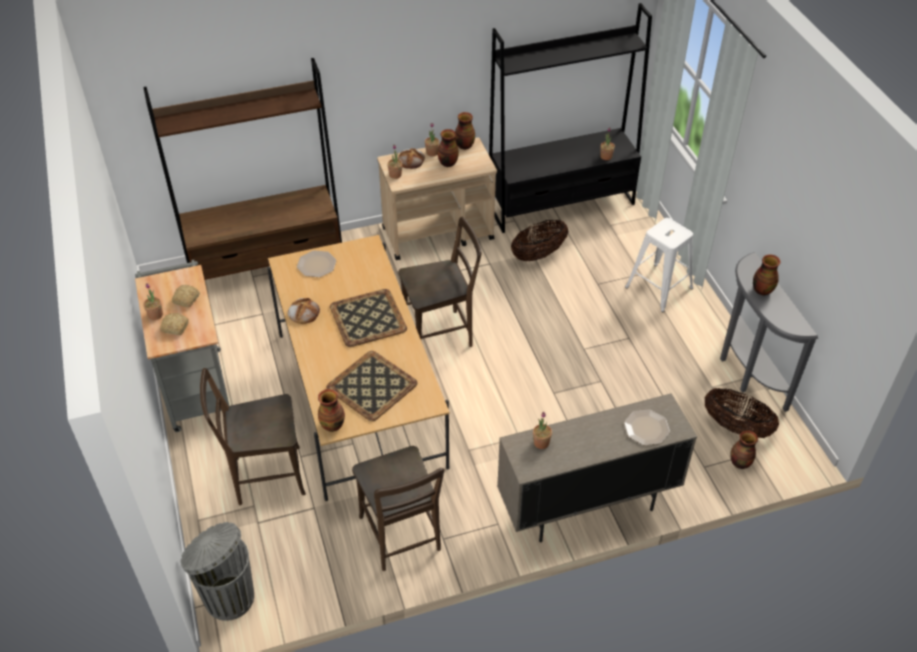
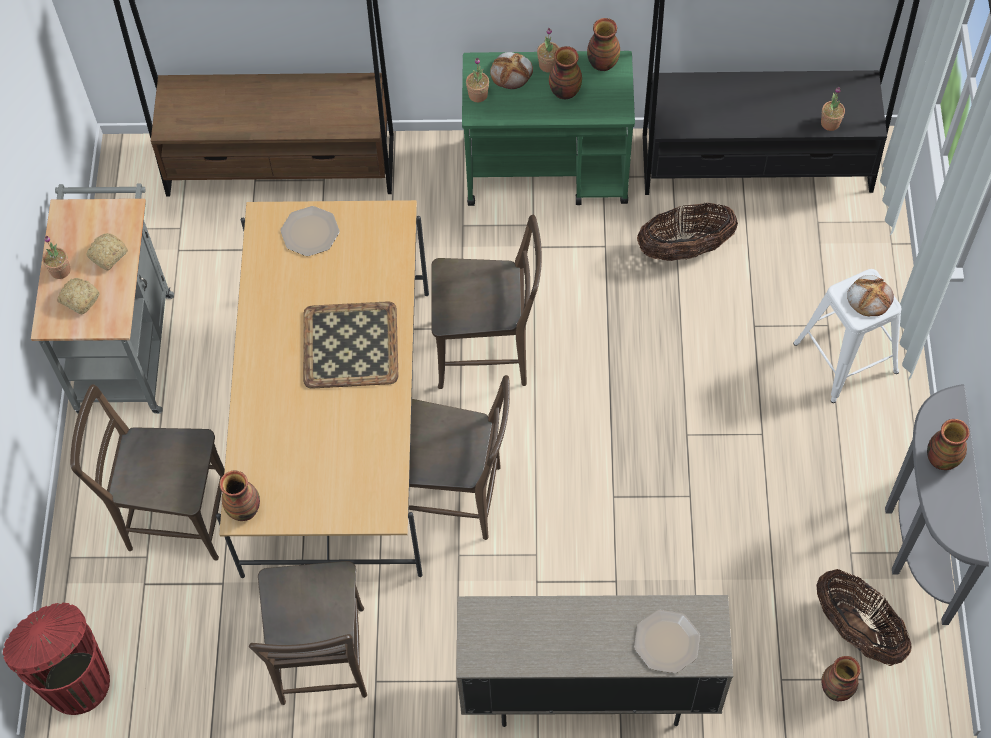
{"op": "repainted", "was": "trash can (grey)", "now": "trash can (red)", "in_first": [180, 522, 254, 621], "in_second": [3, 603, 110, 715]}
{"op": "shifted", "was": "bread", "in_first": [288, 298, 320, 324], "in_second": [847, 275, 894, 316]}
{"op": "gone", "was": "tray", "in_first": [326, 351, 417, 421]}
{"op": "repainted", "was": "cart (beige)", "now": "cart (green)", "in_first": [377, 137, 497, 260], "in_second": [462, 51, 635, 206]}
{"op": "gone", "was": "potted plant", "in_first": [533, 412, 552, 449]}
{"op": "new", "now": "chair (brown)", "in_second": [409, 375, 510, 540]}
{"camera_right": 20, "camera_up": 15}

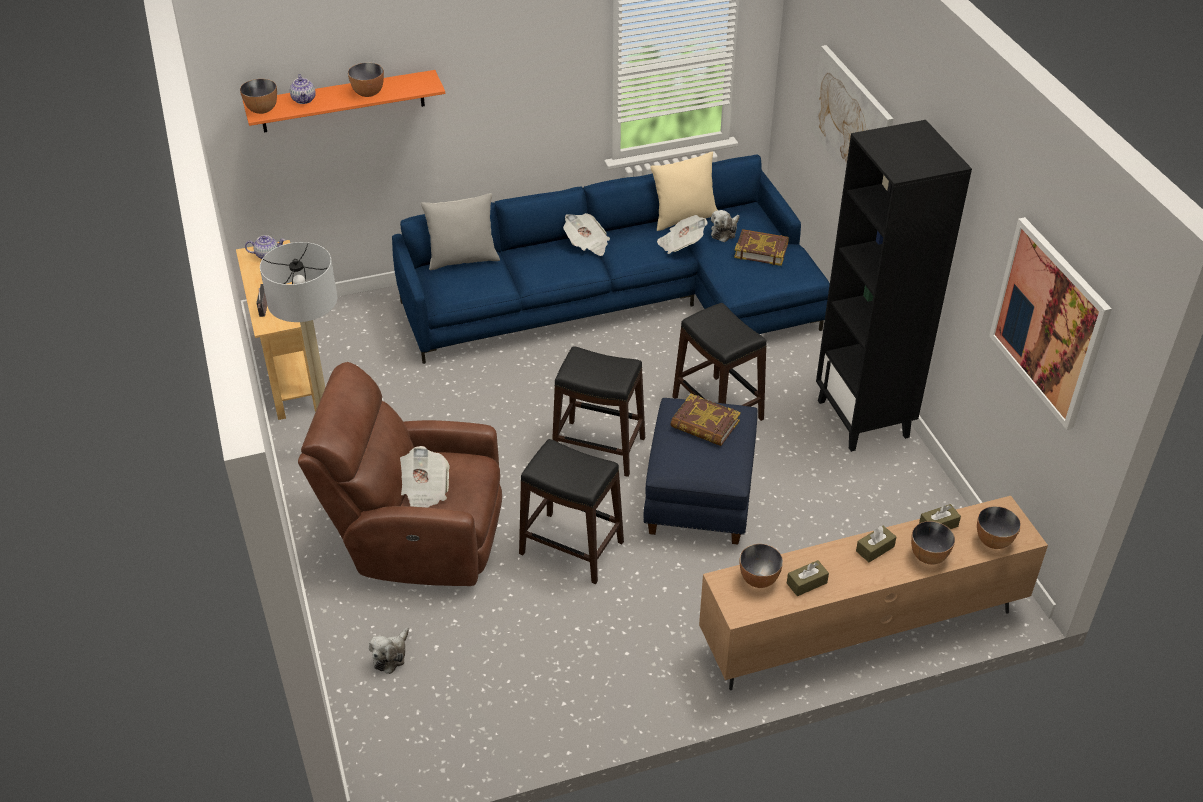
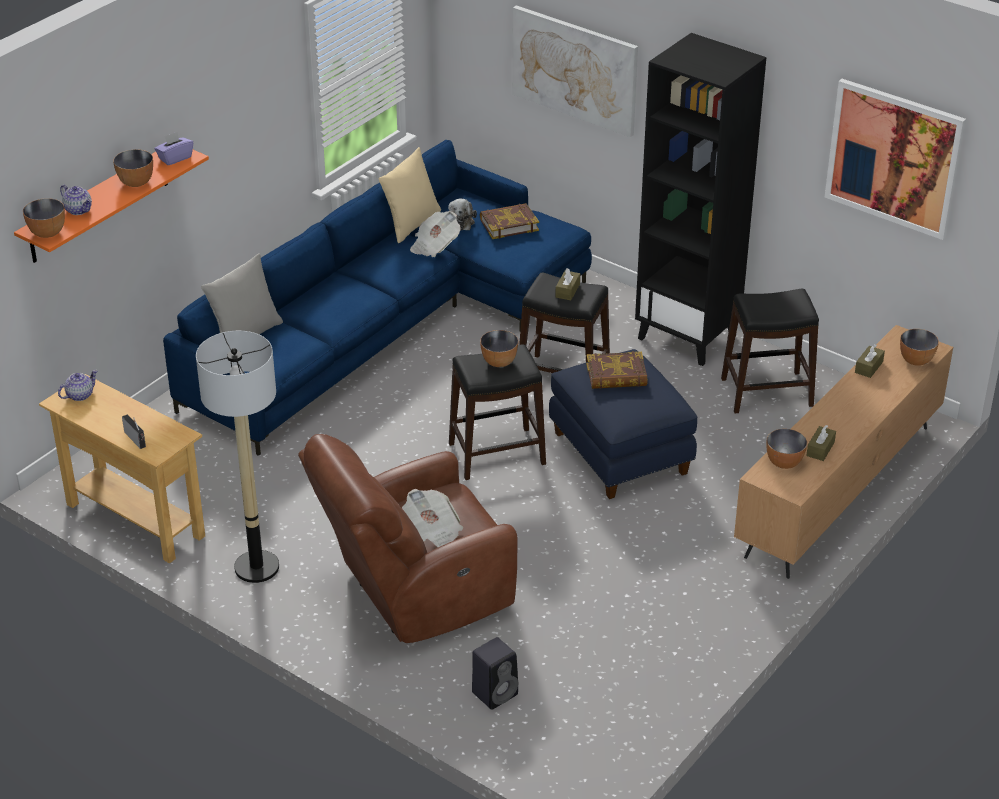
{"op": "swapped", "was": "plush toy", "now": "speaker (black)", "in_first": [369, 627, 409, 674], "in_second": [472, 637, 518, 710]}
{"op": "shifted", "was": "stool (black)", "in_first": [519, 439, 624, 584], "in_second": [721, 289, 819, 413]}
{"op": "gone", "was": "newspaper", "in_first": [563, 213, 610, 256]}
{"op": "shifted", "was": "tissue box (brown)", "in_first": [856, 526, 896, 562], "in_second": [555, 268, 580, 300]}
{"op": "shifted", "was": "bowl", "in_first": [911, 521, 955, 565], "in_second": [480, 330, 518, 367]}
{"op": "new", "now": "tissue box (purple)", "in_second": [155, 132, 193, 165]}
{"camera_right": -35, "camera_up": -5}

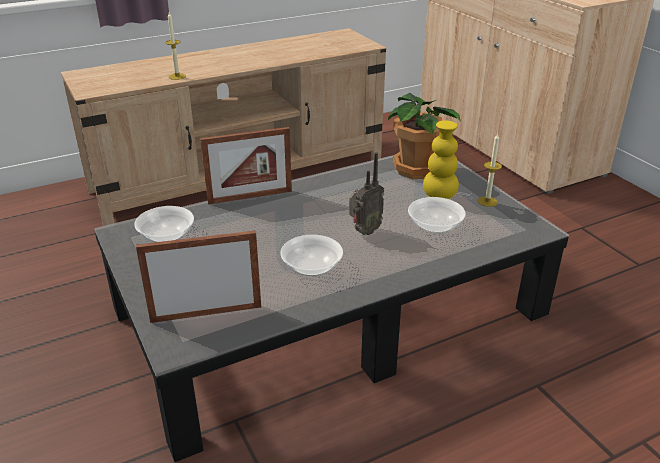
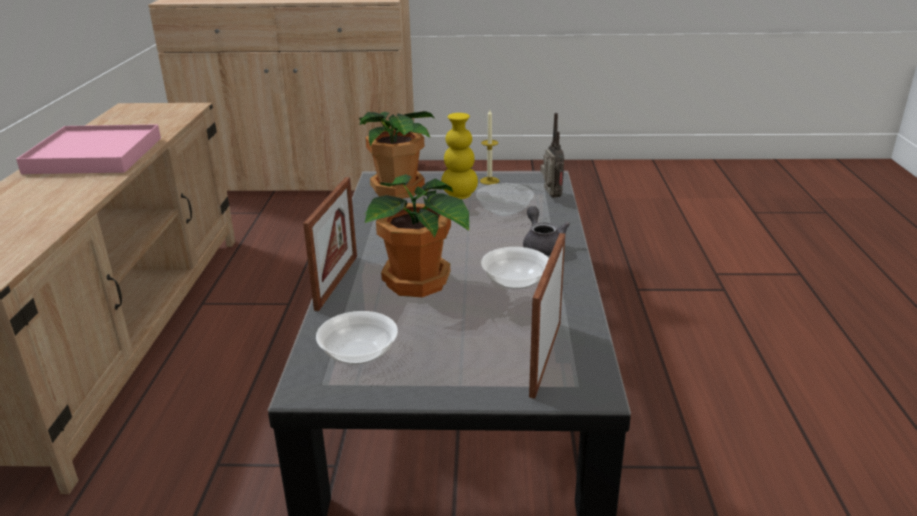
{"op": "gone", "was": "candle", "in_first": [165, 12, 186, 80]}
{"op": "shifted", "was": "radio", "in_first": [349, 152, 384, 235], "in_second": [540, 113, 564, 198]}
{"op": "new", "now": "tray (pink)", "in_second": [16, 124, 161, 174]}
{"op": "new", "now": "potted plant", "in_second": [365, 174, 469, 297]}
{"op": "new", "now": "teapot (grey)", "in_second": [523, 206, 570, 256]}
{"camera_right": -60, "camera_up": -5}

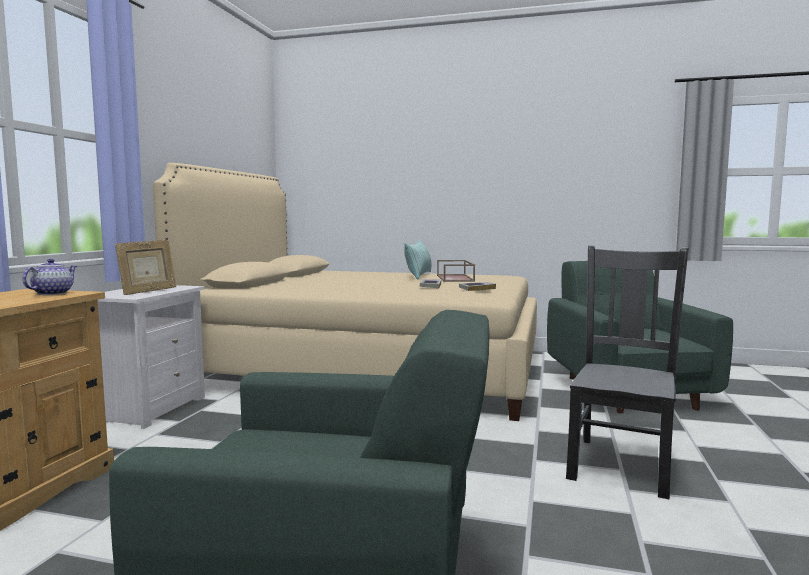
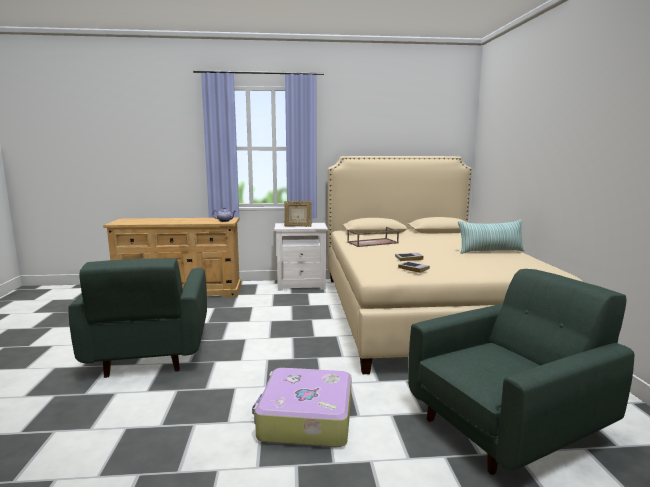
{"op": "shifted", "was": "tray (brown)", "in_first": [437, 260, 475, 282], "in_second": [347, 227, 399, 247]}
{"op": "swapped", "was": "chair (black)", "now": "suitcase", "in_first": [566, 245, 689, 499], "in_second": [252, 368, 351, 447]}
{"camera_right": 70, "camera_up": 5}

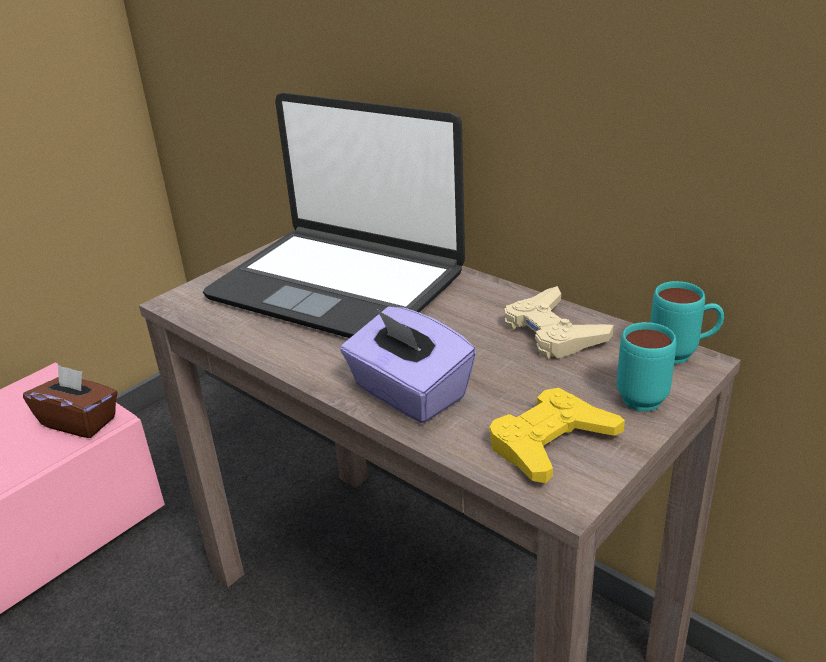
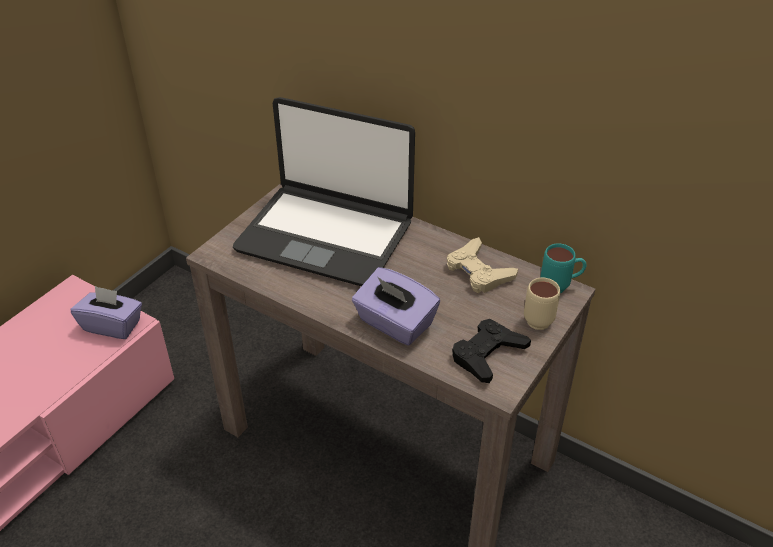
{"op": "repainted", "was": "tissue box (brown)", "now": "tissue box (purple)", "in_first": [23, 364, 118, 438], "in_second": [71, 286, 142, 339]}
{"op": "repainted", "was": "game controller (yellow)", "now": "game controller (black)", "in_first": [489, 388, 625, 483], "in_second": [452, 319, 531, 383]}
{"op": "repainted", "was": "mug (turquoise)", "now": "mug (beige)", "in_first": [617, 322, 677, 411], "in_second": [524, 277, 560, 330]}
{"camera_right": -10, "camera_up": 10}

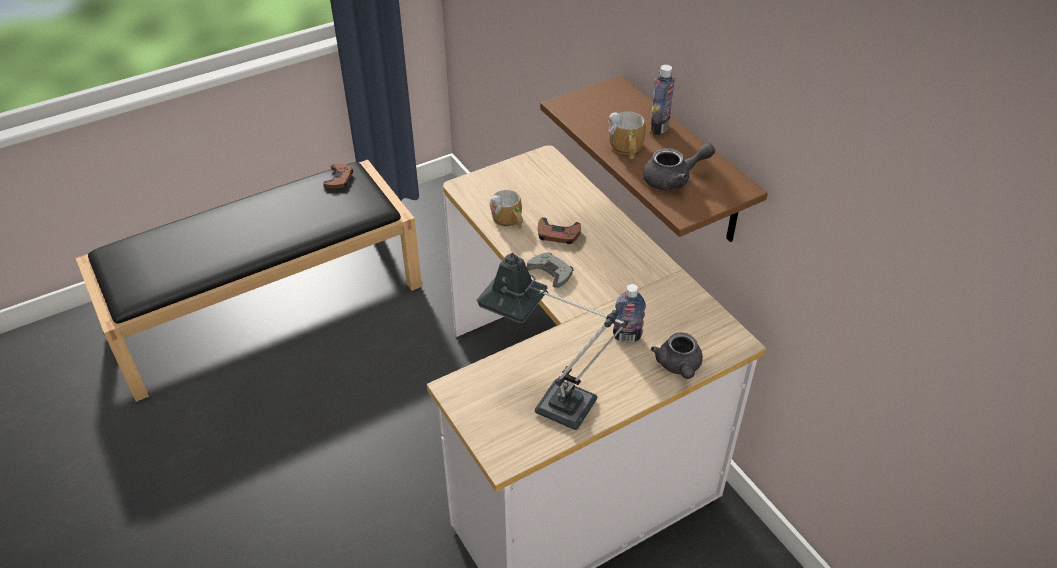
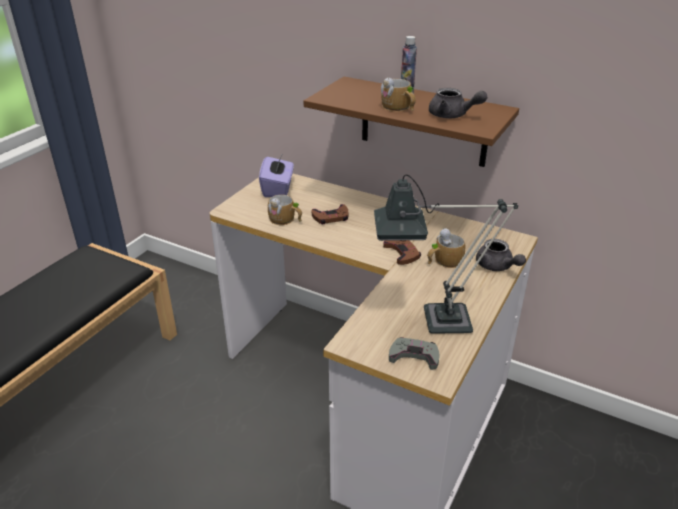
{"op": "shifted", "was": "game controller (brown)", "in_first": [323, 164, 353, 189], "in_second": [383, 240, 421, 265]}
{"op": "shifted", "was": "game controller (grey)", "in_first": [527, 252, 573, 288], "in_second": [389, 337, 440, 370]}
{"op": "swapped", "was": "bottle", "now": "mug", "in_first": [613, 284, 646, 343], "in_second": [427, 228, 465, 268]}
{"op": "rotated", "was": "teapot (grey)", "in_first": [643, 143, 715, 191], "in_second": [429, 88, 487, 118], "clockwise": 75}
{"op": "new", "now": "tissue box (purple)", "in_second": [259, 153, 294, 197]}
{"camera_right": -30, "camera_up": -10}

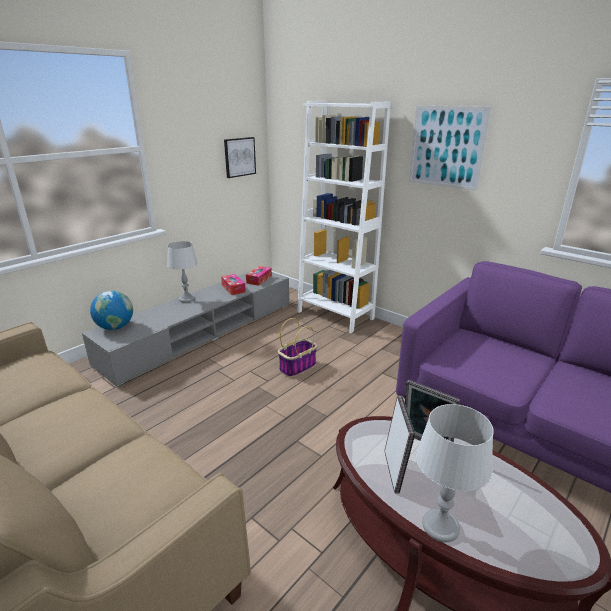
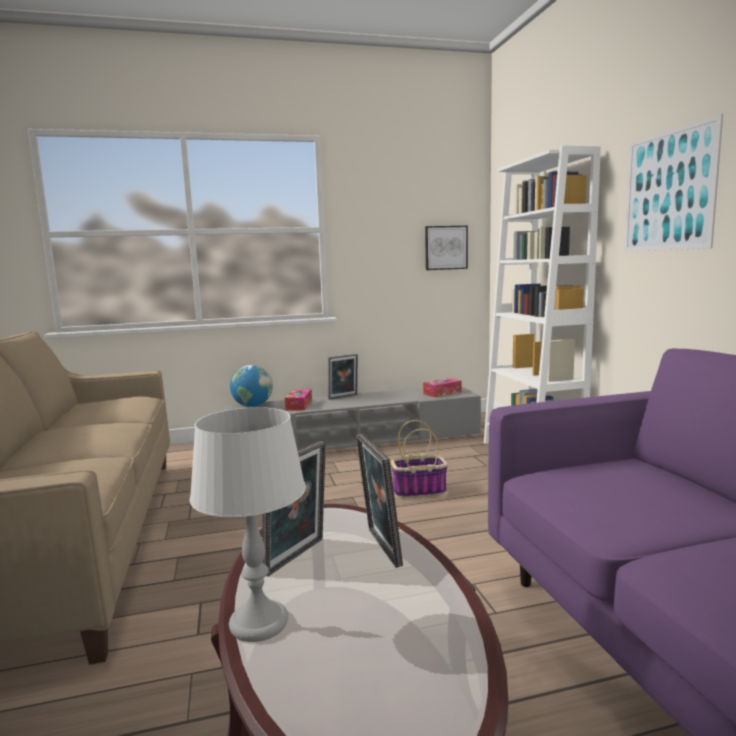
{"op": "swapped", "was": "table lamp (grey)", "now": "picture frame", "in_first": [167, 241, 198, 303], "in_second": [328, 354, 358, 399]}
{"op": "shifted", "was": "tissue box", "in_first": [221, 274, 246, 295], "in_second": [285, 389, 312, 410]}
{"camera_right": 35, "camera_up": -15}

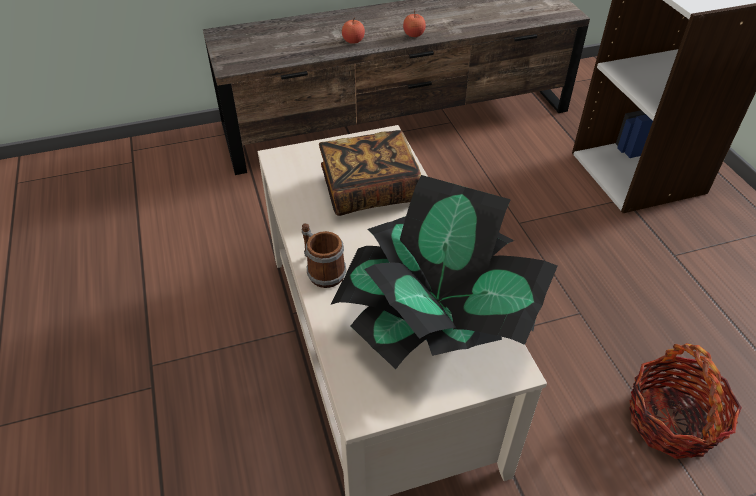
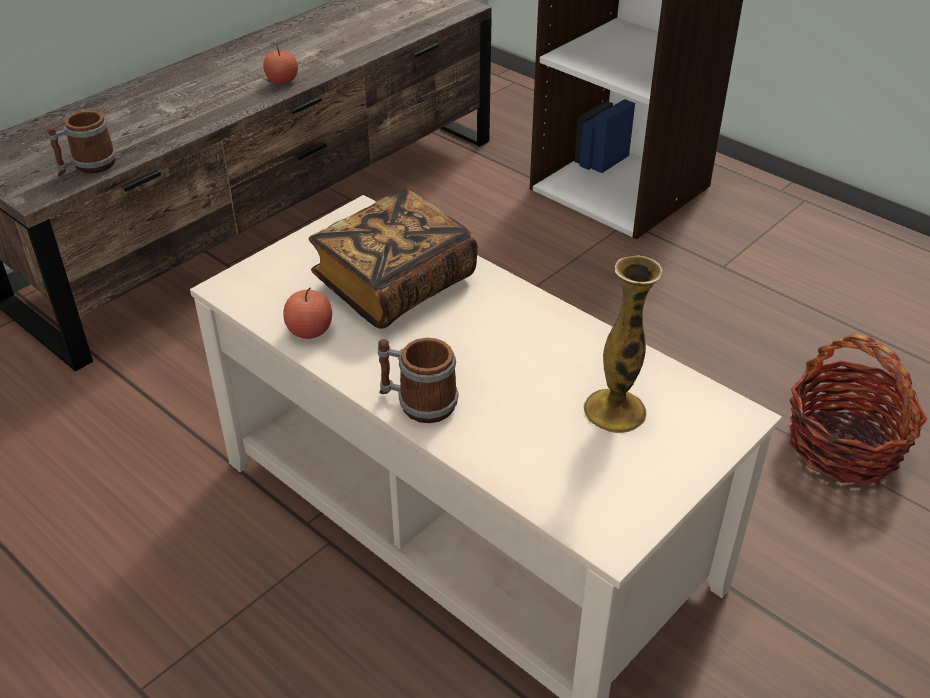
{"op": "swapped", "was": "potted plant", "now": "vase", "in_first": [331, 175, 558, 369], "in_second": [583, 255, 663, 433]}
{"op": "shifted", "was": "apple", "in_first": [342, 18, 365, 44], "in_second": [283, 288, 332, 339]}
{"op": "new", "now": "mug", "in_second": [47, 110, 116, 176]}
{"camera_right": -30, "camera_up": -5}

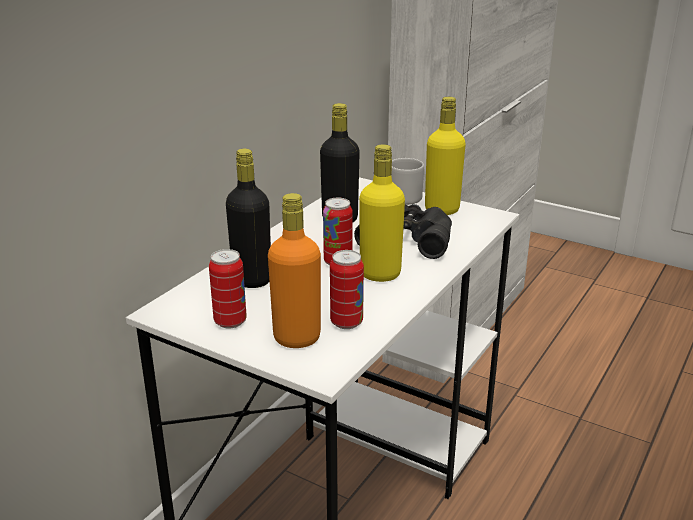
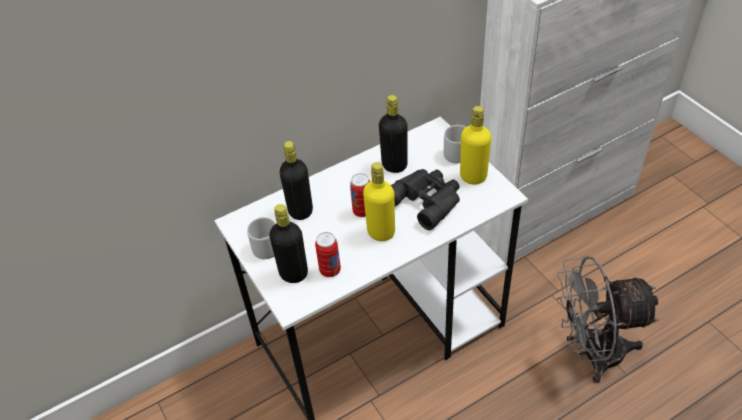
{"op": "swapped", "was": "can", "now": "mug (grey)", "in_first": [209, 249, 247, 329], "in_second": [247, 217, 276, 259]}
{"op": "repainted", "was": "bottle (orange)", "now": "bottle (black)", "in_first": [268, 193, 321, 348], "in_second": [269, 204, 308, 283]}
{"op": "new", "now": "fan (grey)", "in_second": [557, 256, 660, 383]}
{"camera_right": 30, "camera_up": 20}

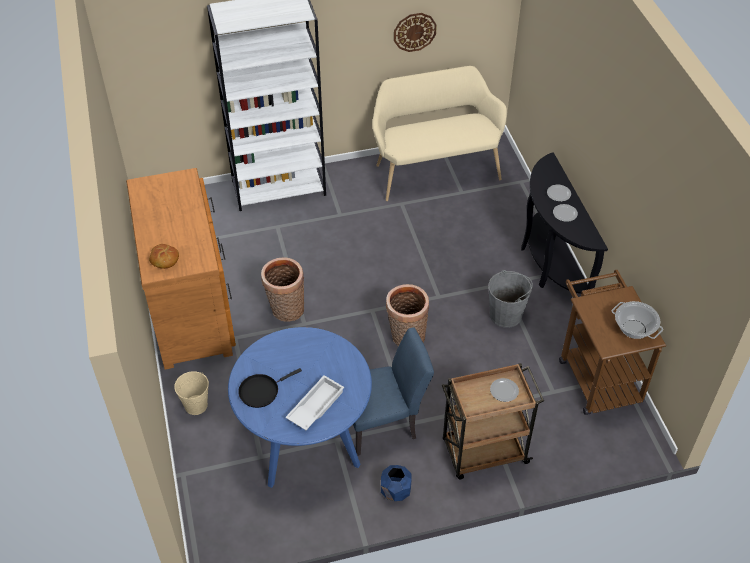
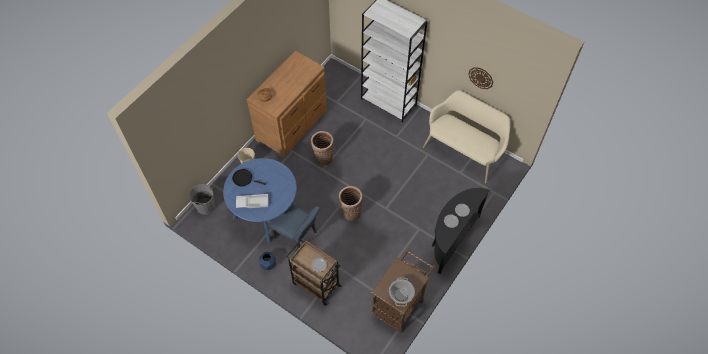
{"op": "shifted", "was": "bucket (grey)", "in_first": [488, 270, 533, 328], "in_second": [189, 184, 215, 215]}
{"camera_right": 50, "camera_up": 10}

